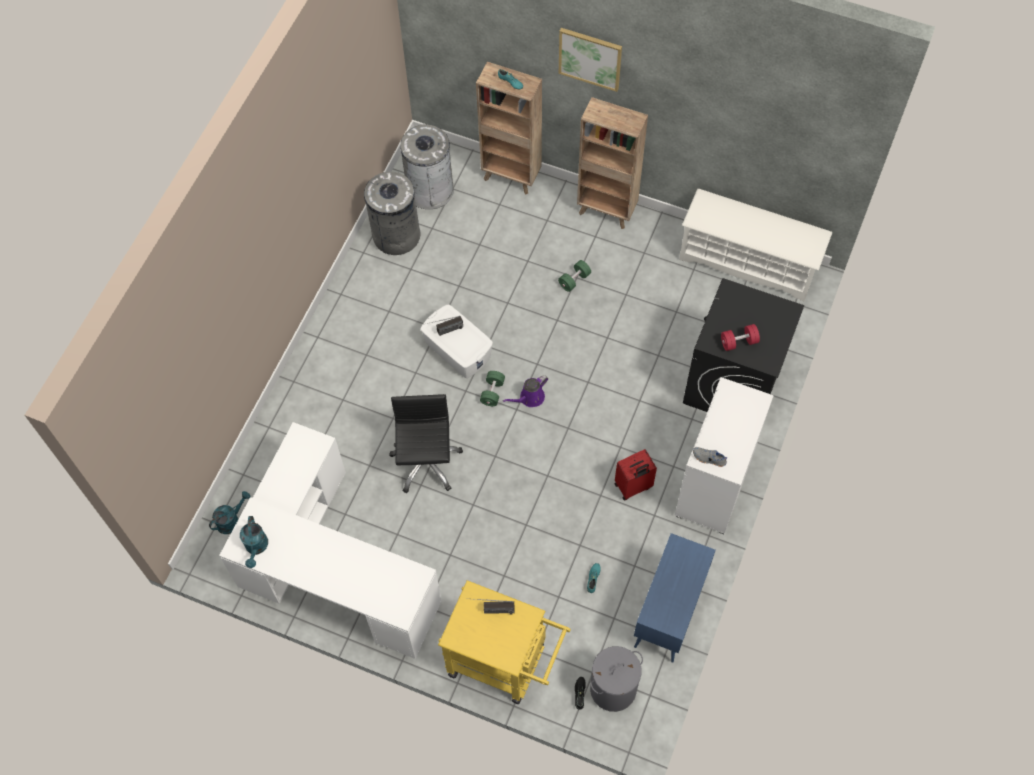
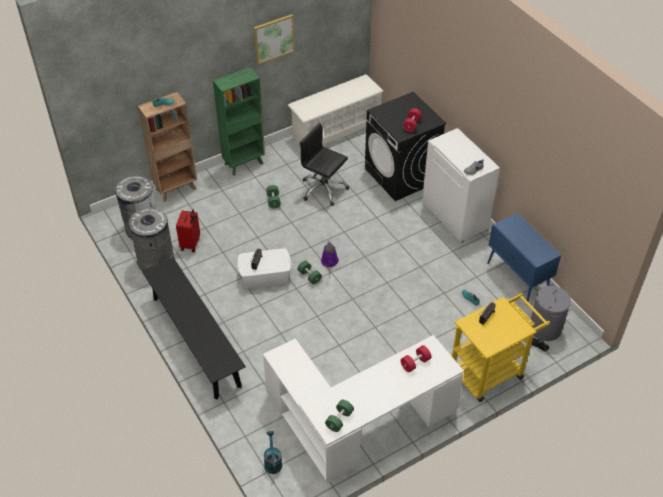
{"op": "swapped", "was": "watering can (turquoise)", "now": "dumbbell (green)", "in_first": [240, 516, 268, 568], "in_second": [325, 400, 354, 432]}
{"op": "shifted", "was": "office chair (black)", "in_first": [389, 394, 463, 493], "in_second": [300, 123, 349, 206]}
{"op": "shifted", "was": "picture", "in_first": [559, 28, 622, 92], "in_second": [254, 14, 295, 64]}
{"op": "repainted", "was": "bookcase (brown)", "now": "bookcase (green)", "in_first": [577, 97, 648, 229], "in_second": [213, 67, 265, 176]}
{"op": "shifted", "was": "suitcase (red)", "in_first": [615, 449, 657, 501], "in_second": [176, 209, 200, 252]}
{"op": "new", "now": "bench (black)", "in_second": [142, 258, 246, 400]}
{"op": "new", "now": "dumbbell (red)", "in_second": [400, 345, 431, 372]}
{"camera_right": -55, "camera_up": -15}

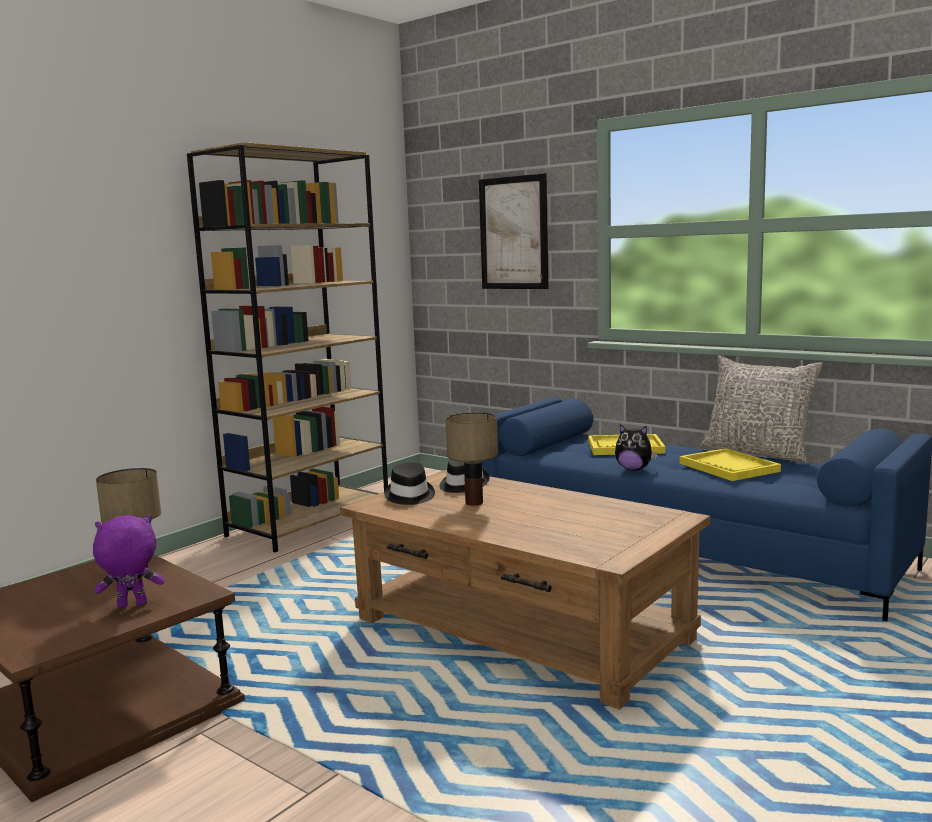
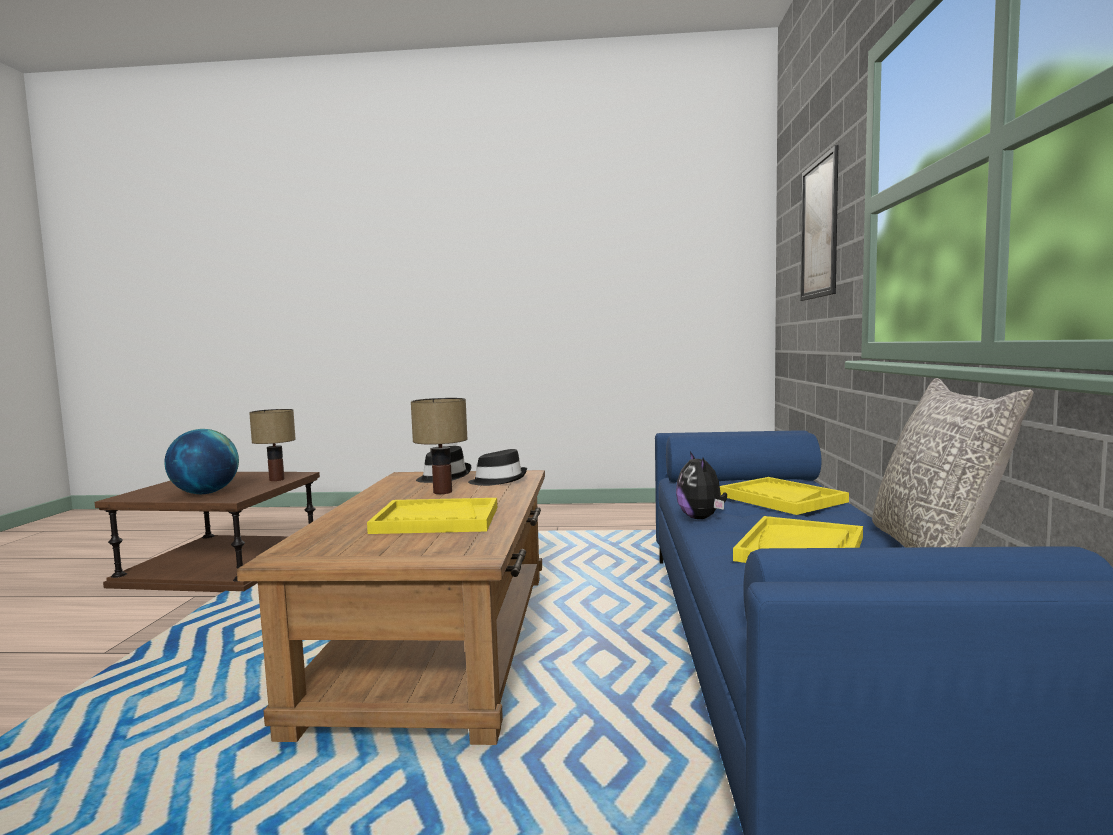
{"op": "swapped", "was": "plush toy (purple)", "now": "globe", "in_first": [93, 515, 164, 608], "in_second": [164, 429, 239, 494]}
{"op": "gone", "was": "bookcase (brown)", "in_first": [187, 142, 388, 552]}
{"op": "new", "now": "tray (yellow)", "in_second": [367, 498, 497, 534]}
{"camera_right": 55, "camera_up": -5}

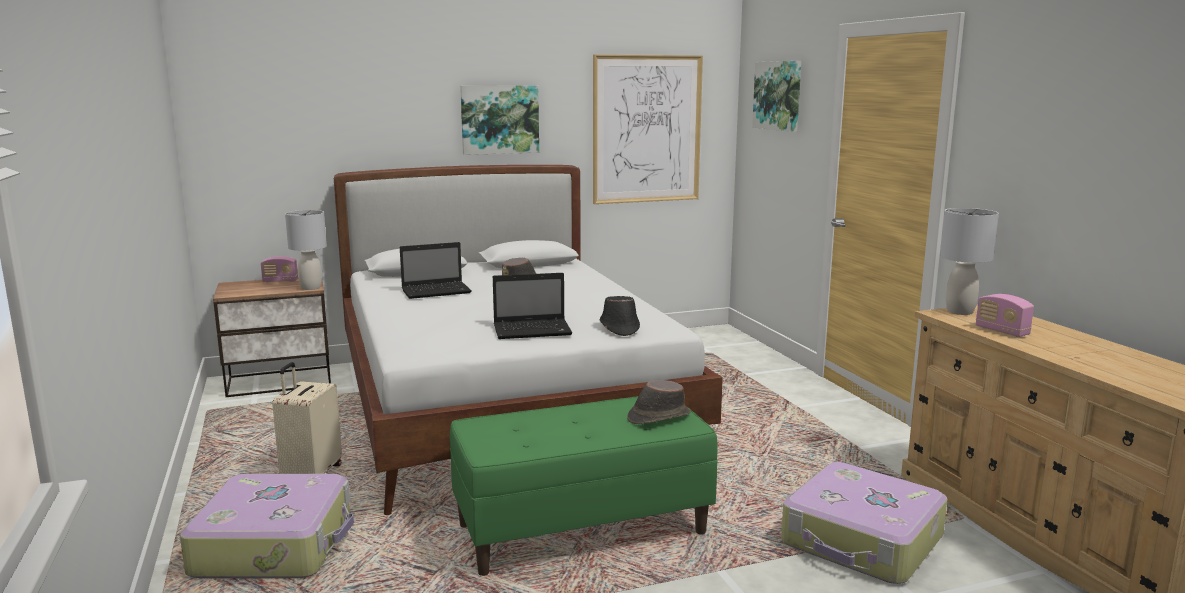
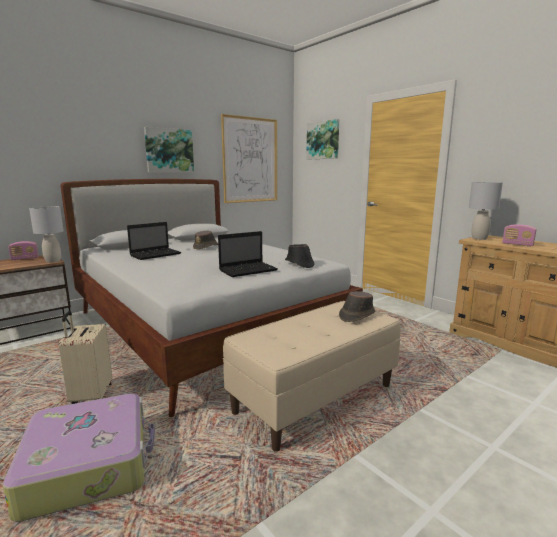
{"op": "repainted", "was": "bench (green)", "now": "bench (beige)", "in_first": [450, 396, 718, 576], "in_second": [223, 301, 401, 452]}
{"op": "gone", "was": "suitcase", "in_first": [781, 462, 947, 584]}
{"camera_right": -20, "camera_up": 0}

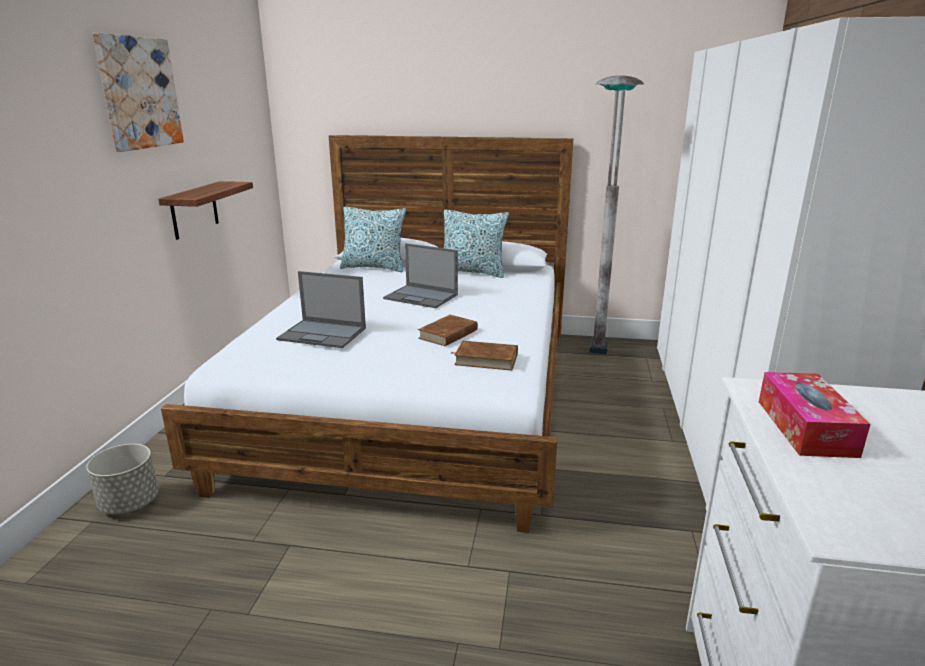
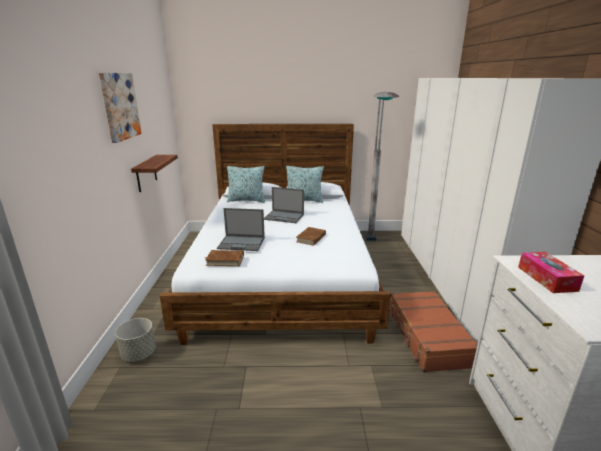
{"op": "shifted", "was": "book (brown)", "in_first": [452, 341, 518, 371], "in_second": [205, 250, 244, 266]}
{"op": "new", "now": "suitcase (brown)", "in_second": [389, 291, 478, 372]}
{"camera_right": -10, "camera_up": 0}

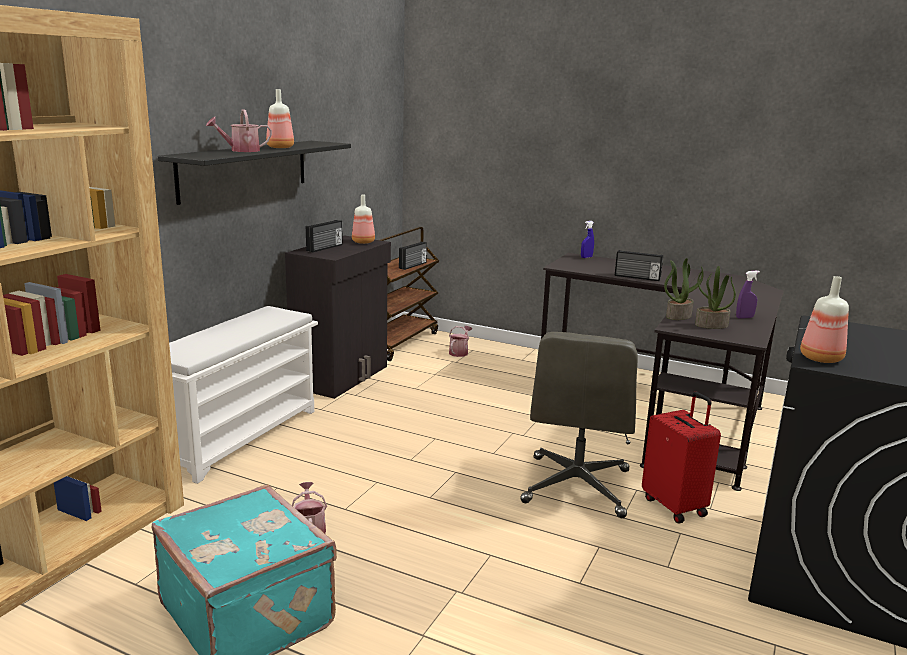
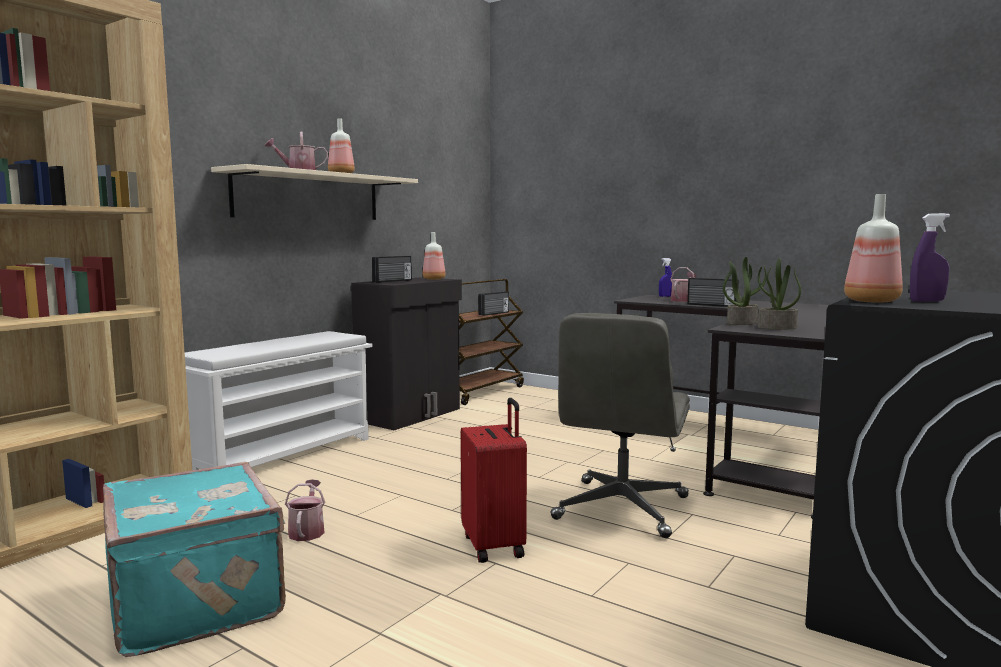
{"op": "repainted", "was": "shelf (black)", "now": "shelf (beige)", "in_first": [158, 141, 351, 205], "in_second": [211, 164, 418, 220]}
{"op": "shifted", "was": "watering can", "in_first": [449, 326, 472, 357], "in_second": [670, 267, 697, 302]}
{"op": "shifted", "was": "suitcase (red)", "in_first": [642, 392, 721, 523], "in_second": [461, 398, 527, 563]}
{"op": "shifted", "was": "spray bottle (purple)", "in_first": [736, 270, 760, 319], "in_second": [910, 213, 950, 302]}
{"camera_right": 10, "camera_up": -10}

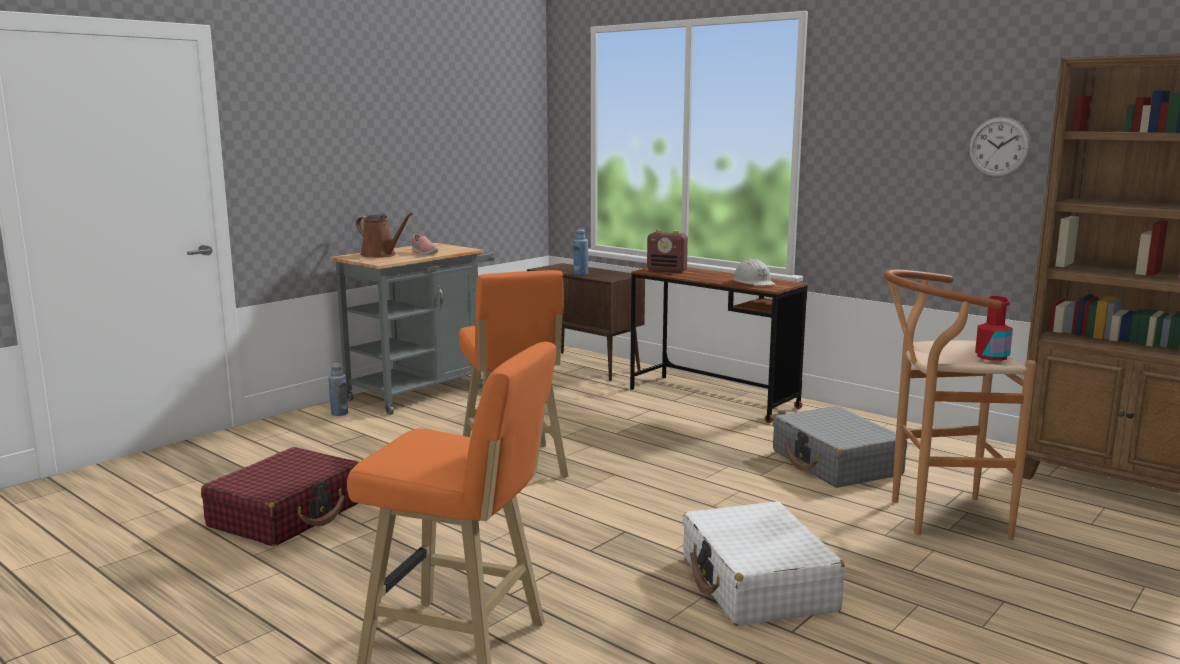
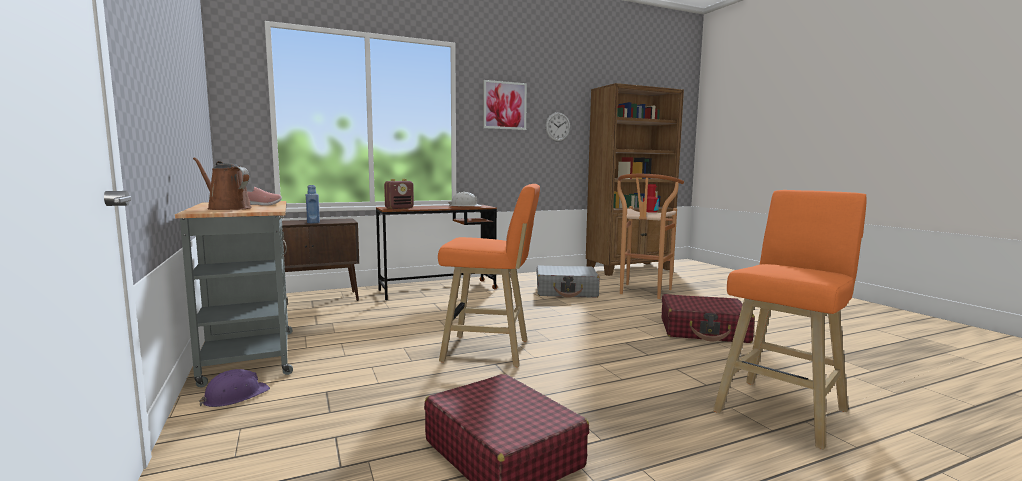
{"op": "swapped", "was": "bottle (blue)", "now": "hard hat (purple)", "in_first": [328, 363, 348, 416], "in_second": [199, 369, 270, 407]}
{"op": "rotated", "was": "watering can (brown)", "in_first": [356, 213, 413, 258], "in_second": [193, 157, 252, 210], "clockwise": -120}
{"op": "repainted", "was": "suitcase (white)", "now": "suitcase (red)", "in_first": [683, 501, 845, 626], "in_second": [662, 294, 755, 343]}
{"op": "new", "now": "picture", "in_second": [483, 80, 527, 130]}
{"camera_right": -65, "camera_up": -5}

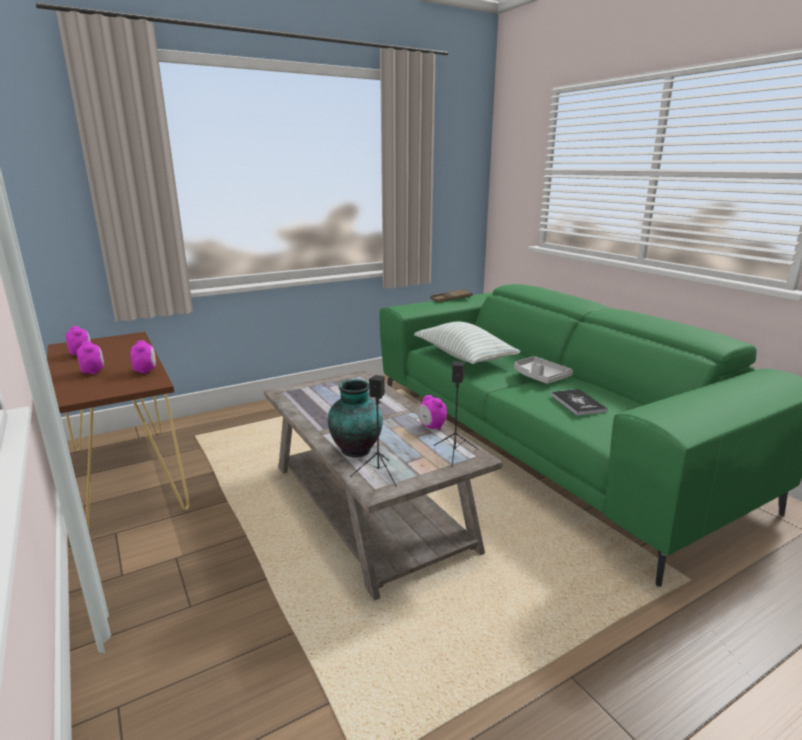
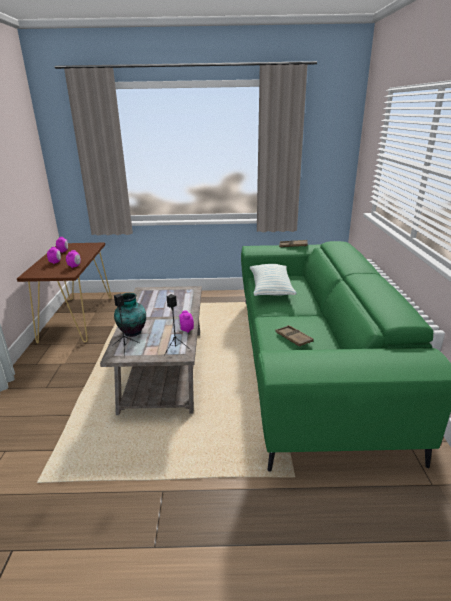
{"op": "gone", "was": "tray (grey)", "in_first": [514, 356, 573, 384]}
{"op": "swapped", "was": "book", "now": "tray (brown)", "in_first": [551, 389, 607, 416], "in_second": [275, 325, 313, 347]}
{"camera_right": 30, "camera_up": 5}

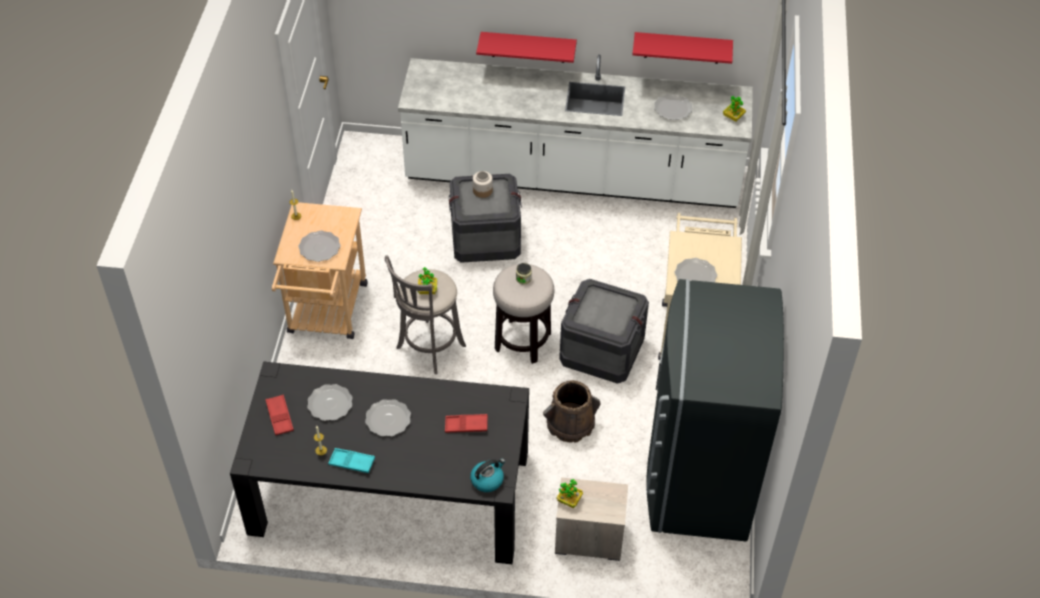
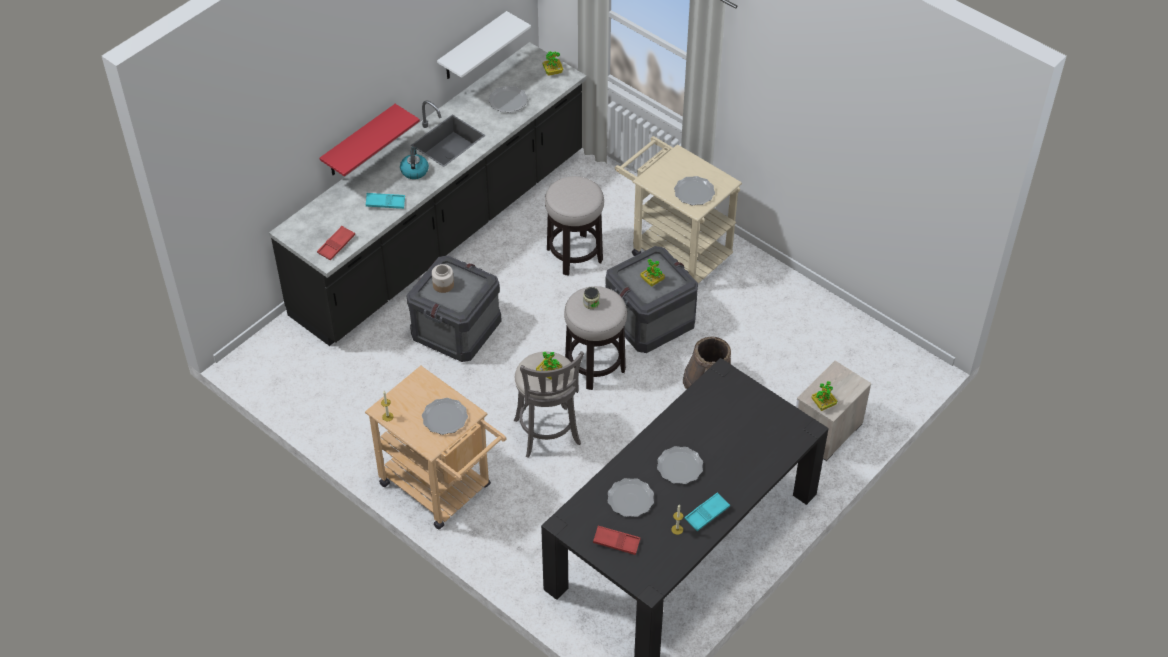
{"op": "repainted", "was": "counter (white)", "now": "counter (black)", "in_first": [398, 55, 753, 208], "in_second": [269, 42, 587, 346]}
{"op": "shifted", "was": "tray (red)", "in_first": [445, 414, 488, 433], "in_second": [317, 226, 355, 260]}
{"op": "shifted", "was": "kettle", "in_first": [470, 458, 505, 492], "in_second": [400, 147, 429, 179]}
{"op": "repainted", "was": "shelf (red)", "now": "shelf (white)", "in_first": [632, 32, 733, 64], "in_second": [437, 11, 531, 79]}
{"op": "gone", "was": "fridge (grey)", "in_first": [646, 279, 784, 541]}
{"op": "new", "now": "tray (turquoise)", "in_second": [366, 193, 405, 209]}
{"op": "new", "now": "stool", "in_second": [545, 176, 604, 276]}
{"op": "new", "now": "potted plant", "in_second": [640, 259, 665, 287]}
{"camera_right": -55, "camera_up": 0}

